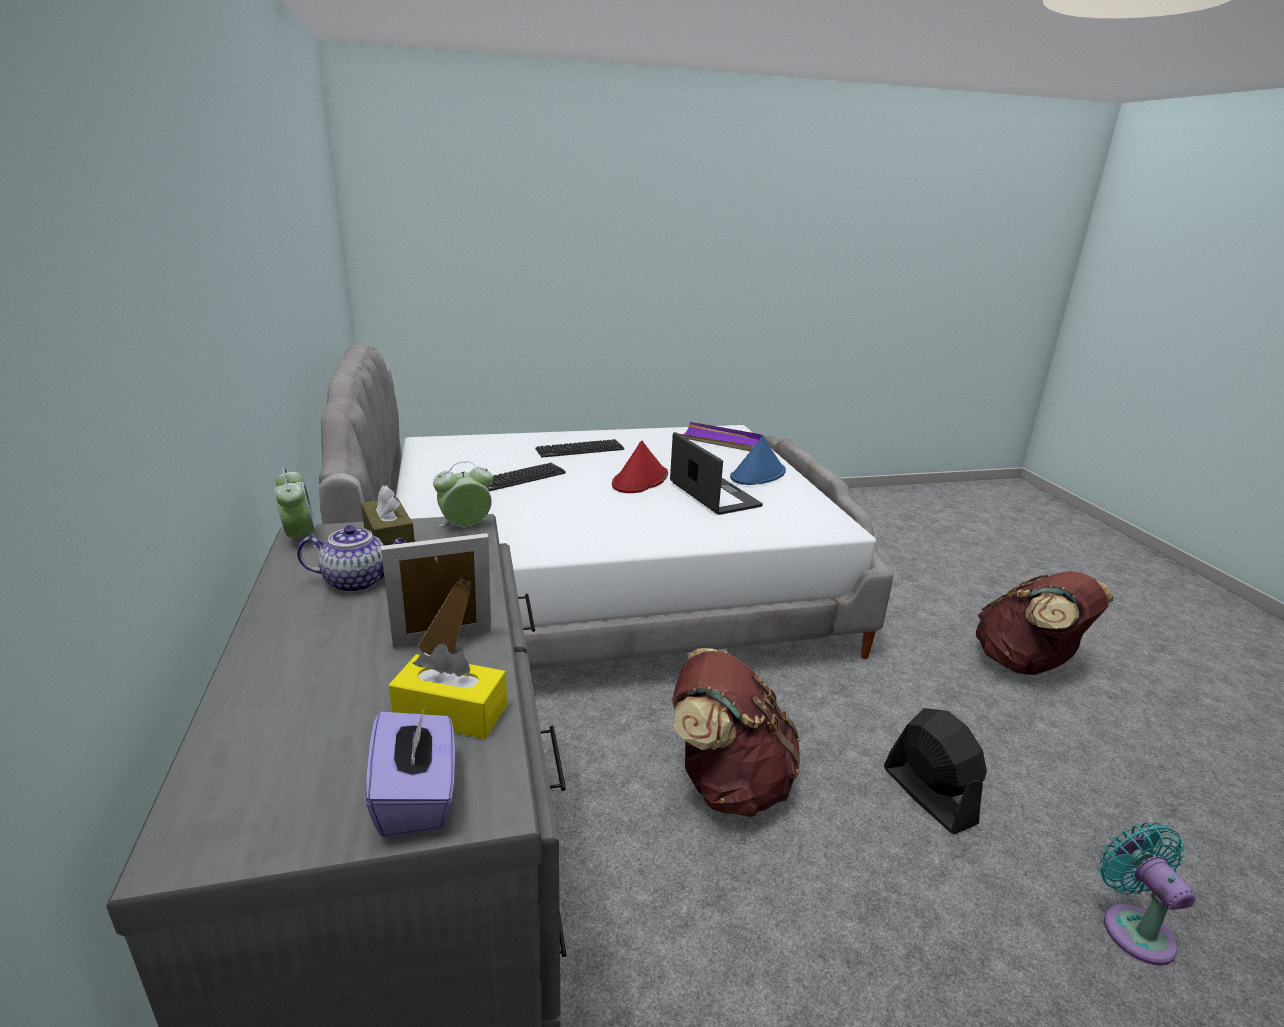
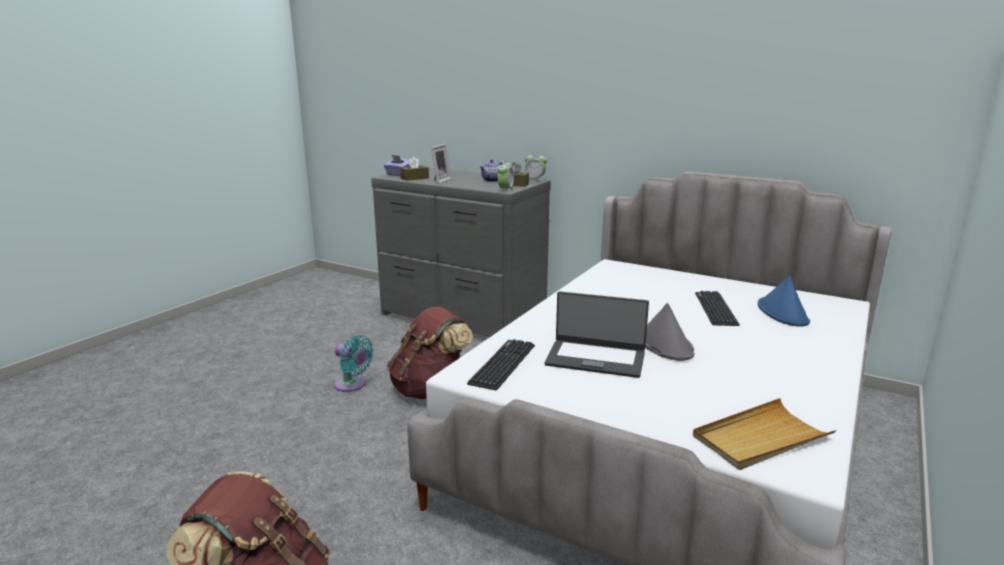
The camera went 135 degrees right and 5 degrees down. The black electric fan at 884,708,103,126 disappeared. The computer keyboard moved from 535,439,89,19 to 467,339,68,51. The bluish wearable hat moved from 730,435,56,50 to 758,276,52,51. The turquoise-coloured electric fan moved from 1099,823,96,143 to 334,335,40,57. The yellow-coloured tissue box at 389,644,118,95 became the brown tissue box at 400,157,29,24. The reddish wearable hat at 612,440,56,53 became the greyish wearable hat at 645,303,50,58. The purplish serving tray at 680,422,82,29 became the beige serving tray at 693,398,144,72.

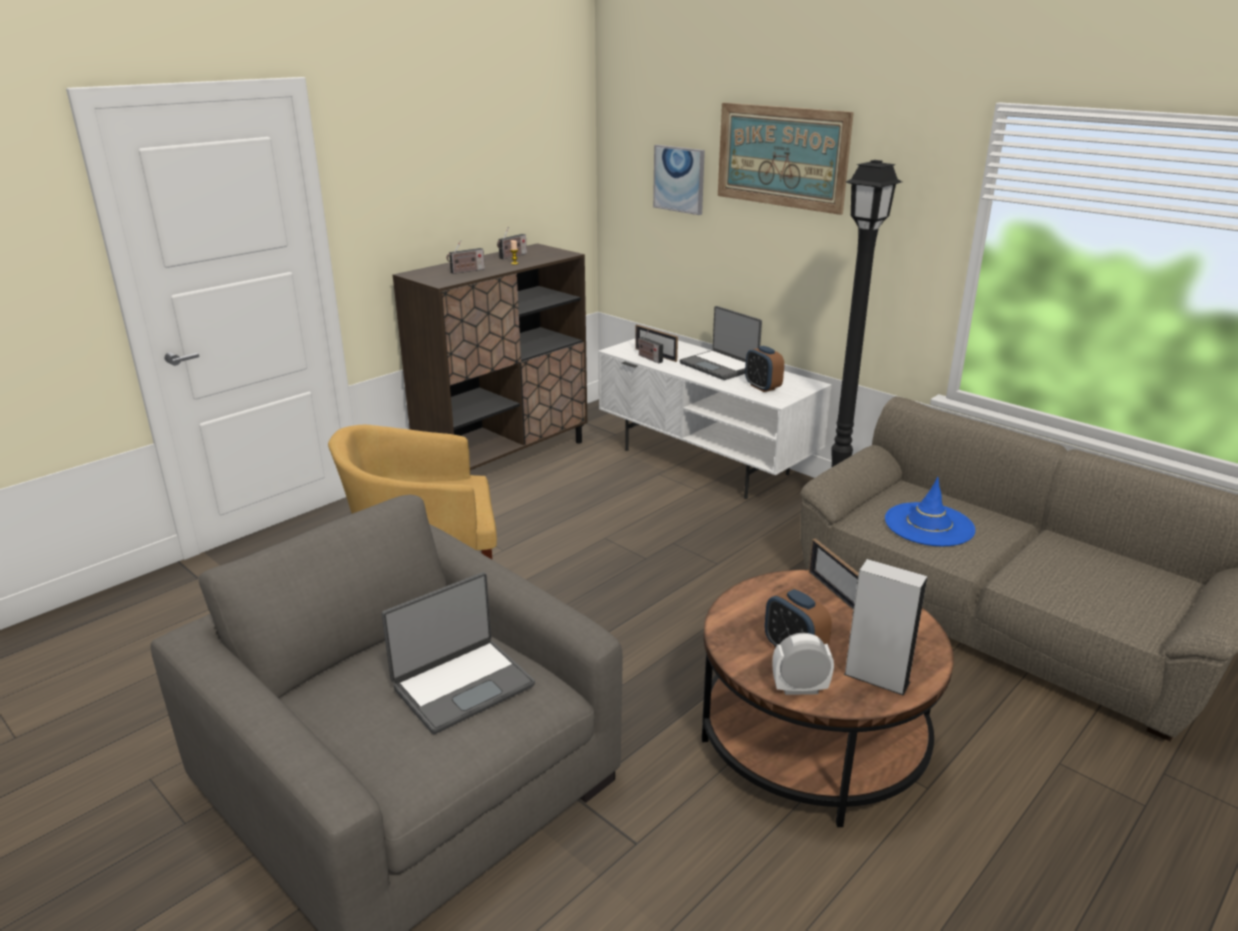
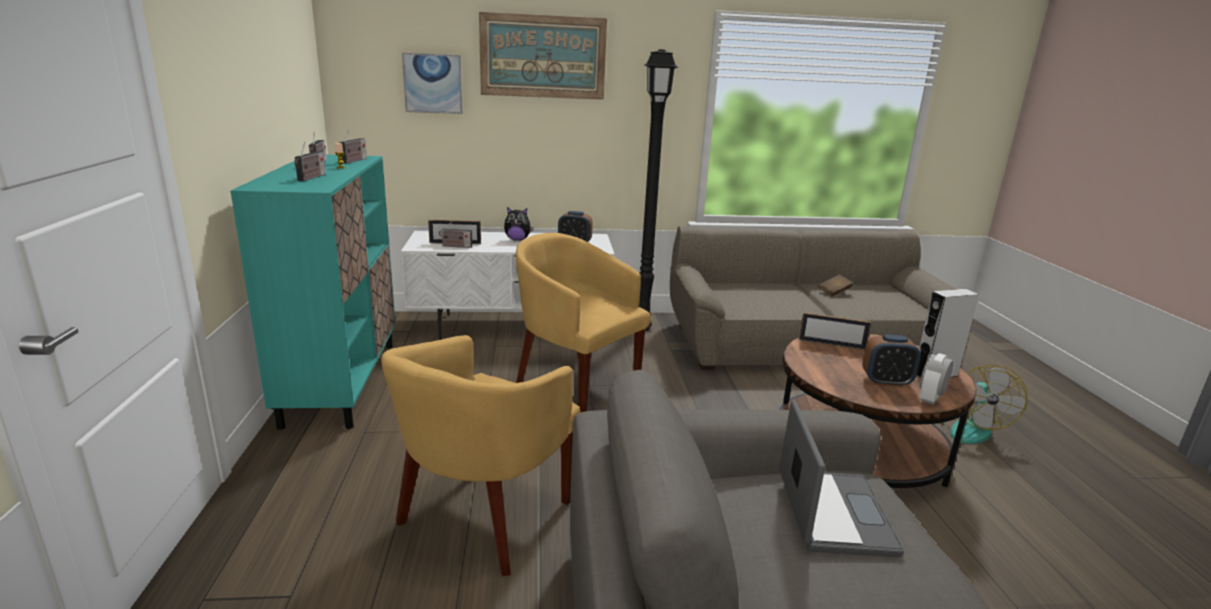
The camera went 50 degrees left and 5 degrees down. The bluish wearable hat at 885,477,90,69 disappeared. The radio set at 340,129,27,35 appeared. The yellow-coloured armchair at 516,233,135,179 appeared. The brown volume at 818,274,35,23 appeared. The electric fan at 938,365,90,79 appeared. The notebook computer at 680,306,82,74 was replaced by the cuddly toy at 504,207,30,34. The brown cupboard at 393,243,194,227 became the turquoise-coloured cupboard at 230,155,166,275.

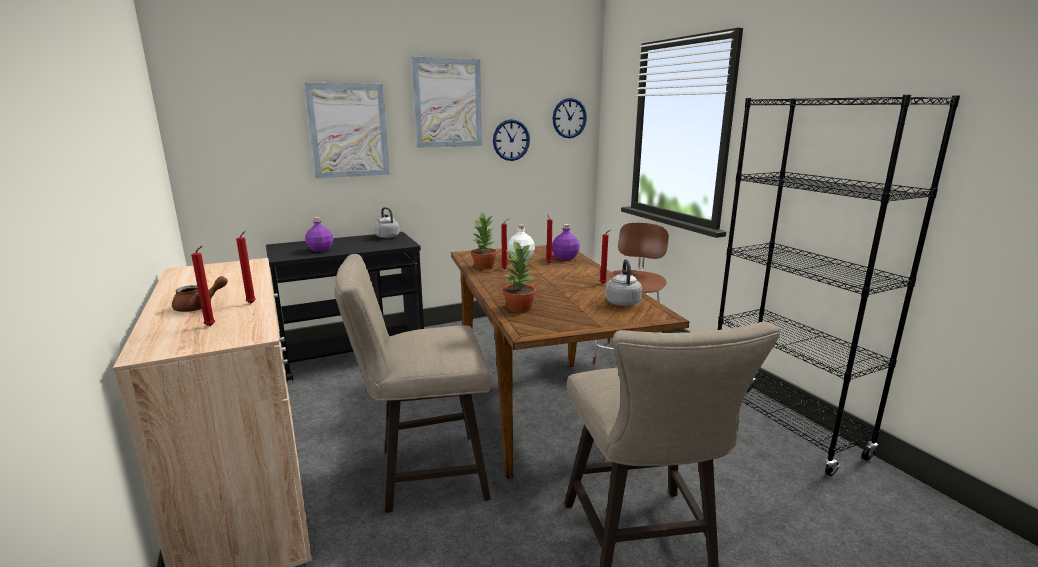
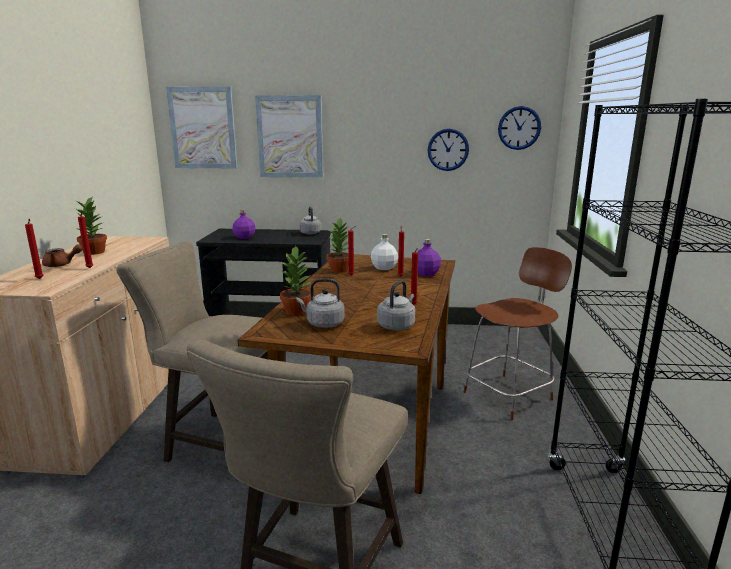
The camera went 30 degrees right and 0 degrees up. The houseplant at 75,197,32,58 appeared. The greyish kettle at 297,279,47,49 appeared. The picture moved from 411,56,71,92 to 166,86,71,82.

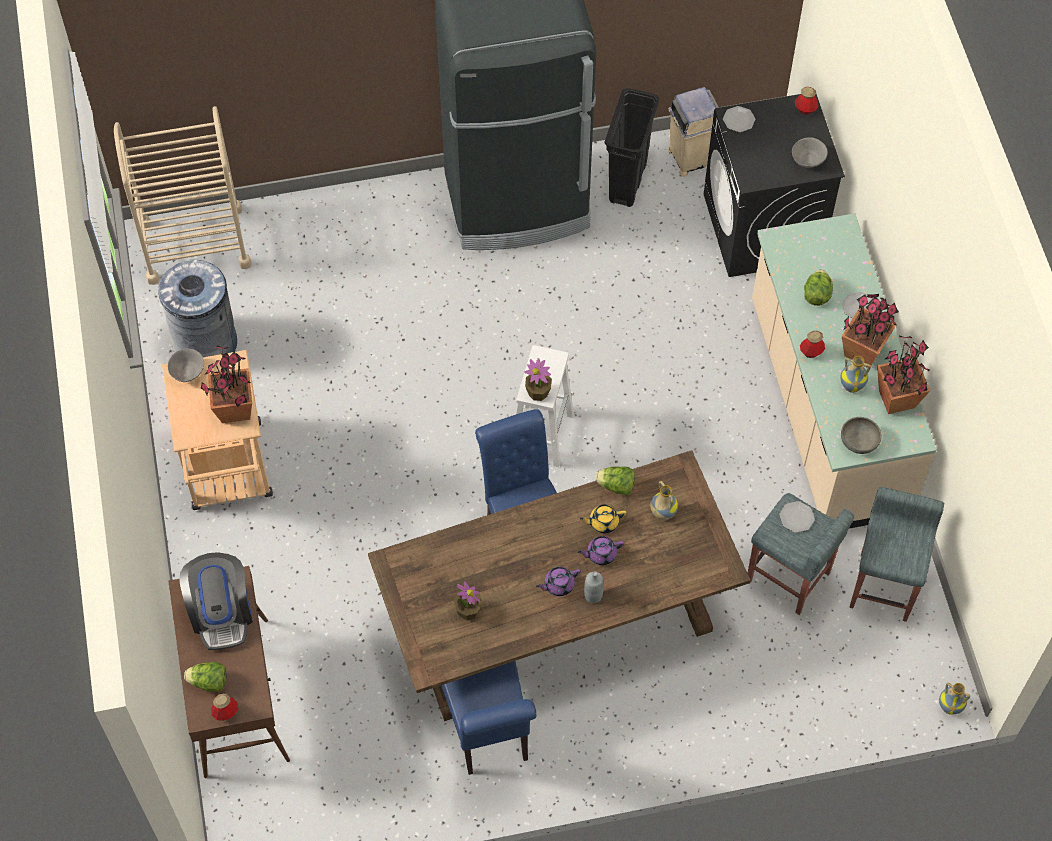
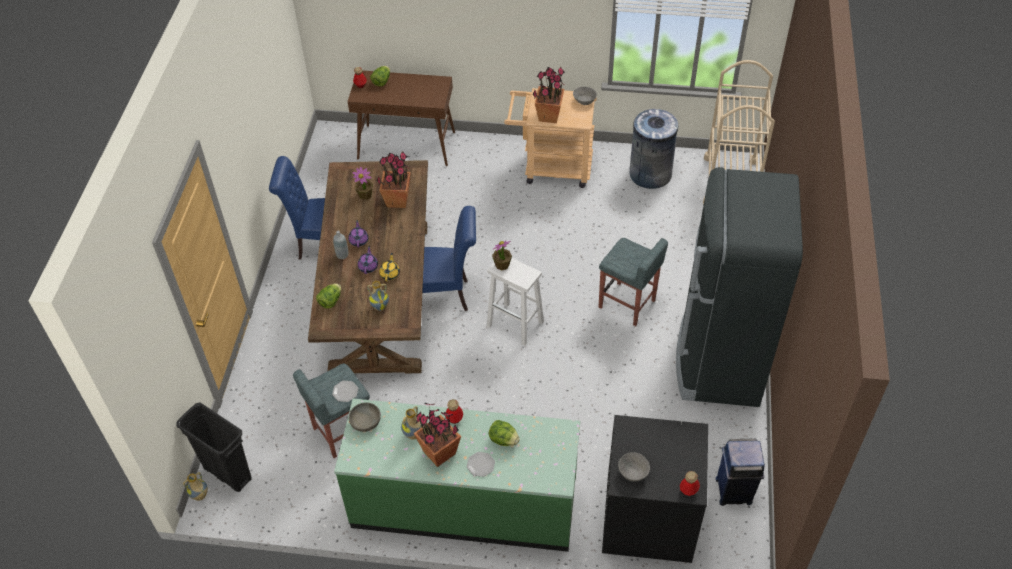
The camera went 110 degrees right and 10 degrees down. The coffee machine at 179,552,74,98 disappeared. The dinner plate at 723,106,32,26 disappeared. The head of lettuce moved from 595,466,40,29 to 316,283,25,26. The black waste bin moved from 605,88,55,119 to 176,402,75,90. The greyish stool seat moved from 850,487,94,135 to 599,238,69,88. The houseplant moved from 877,336,53,78 to 377,151,34,57. The beige waste bin at 668,87,51,90 became the bluish waste bin at 716,439,49,67. The beige kitchen counter at 752,213,185,316 became the green-coloured kitchen counter at 334,399,246,153.

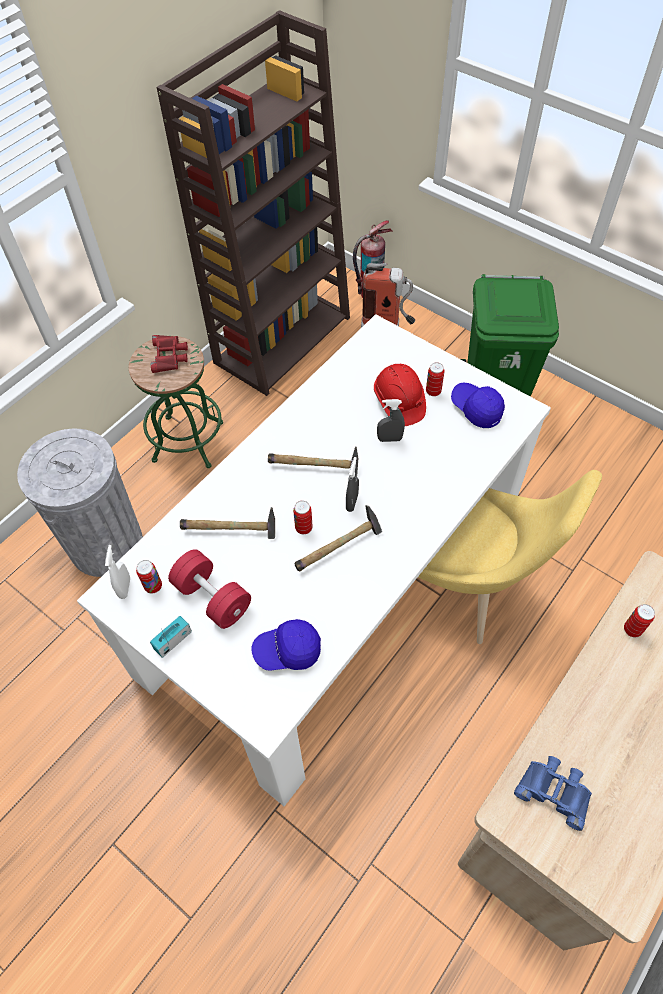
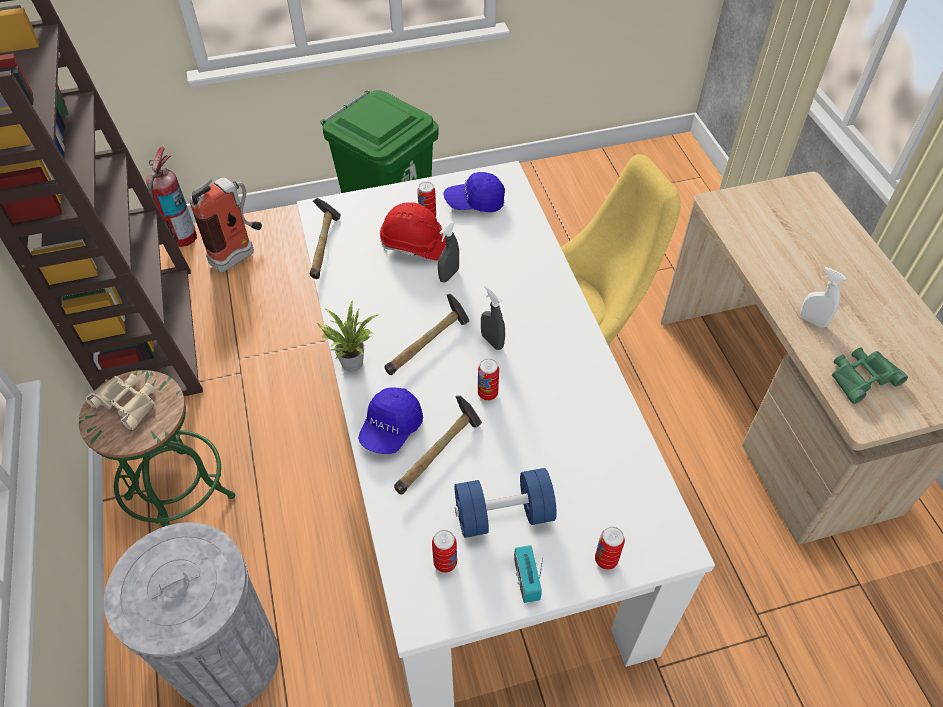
The camera went 55 degrees left and 5 degrees down. The houseplant at 317,300,61,72 appeared. The white-coloured hand sprayer moved from 105,545,25,54 to 800,267,46,61. The bluish peaked cap moved from 251,619,70,52 to 358,387,65,67. The hand hammer moved from 295,505,87,66 to 310,198,31,81. The can moved from 624,604,31,33 to 595,527,30,43. The reddish pair of binoculars at 151,335,37,38 became the beige pair of binoculars at 85,374,70,56. The reddish dumbbell at 168,549,83,80 became the bluish dumbbell at 454,468,103,70. The bluish pair of binoculars at 514,756,78,75 became the green-coloured pair of binoculars at 832,348,76,56.

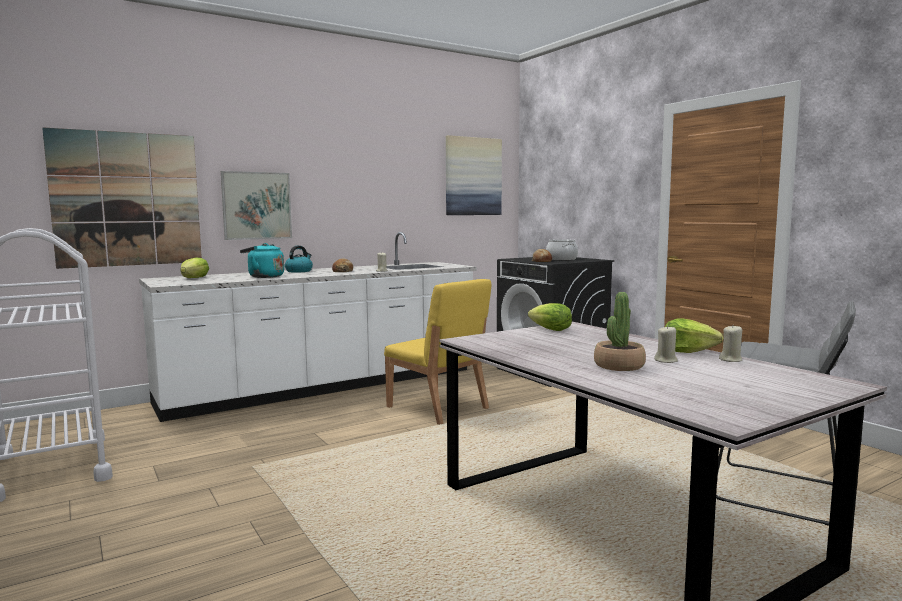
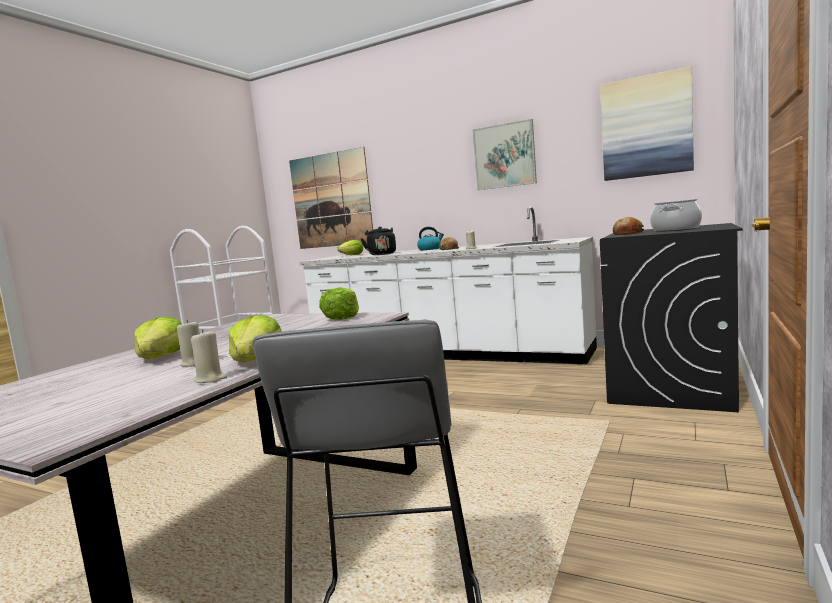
The camera went 60 degrees right and 0 degrees up. The yellow-coloured upright chair at 384,279,107,146 disappeared. The picture moved from 221,171,71,69 to 473,119,64,71. The houseplant at 594,292,52,79 was replaced by the head of lettuce at 135,317,47,42. The turquoise-coloured kettle at 240,243,44,35 became the black kettle at 361,227,35,28.

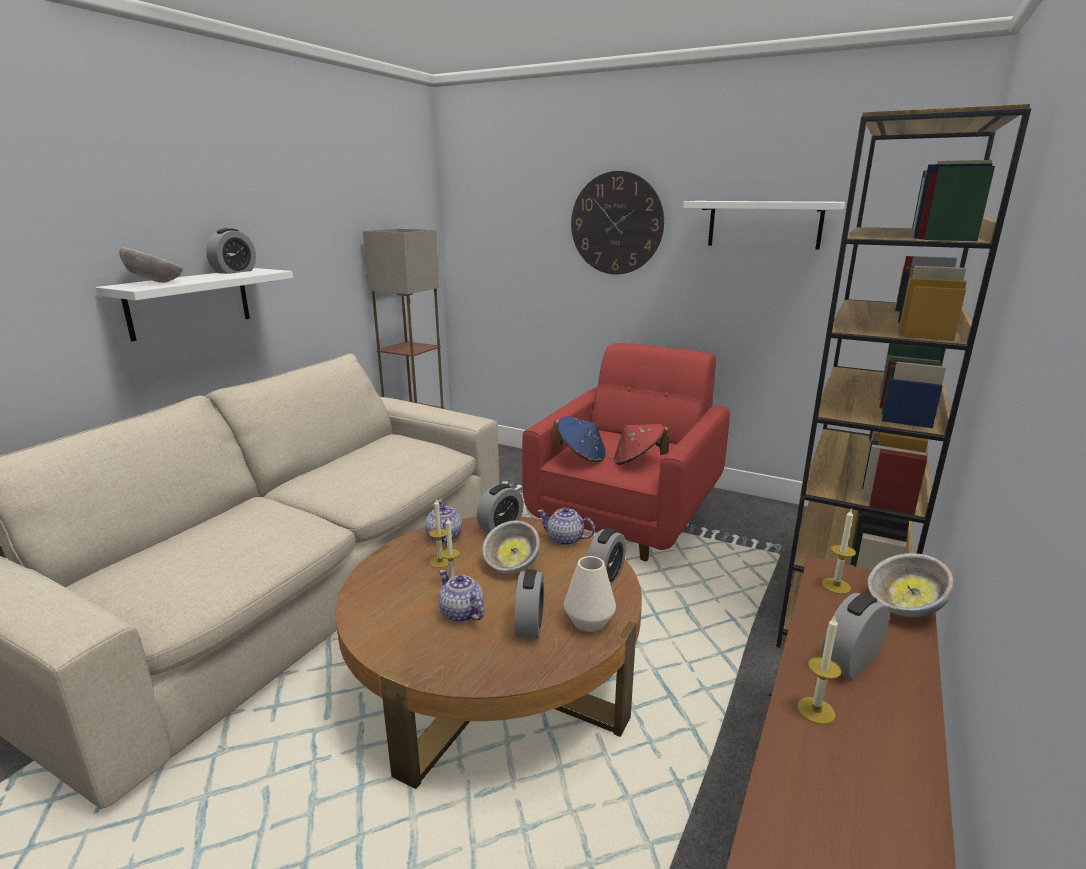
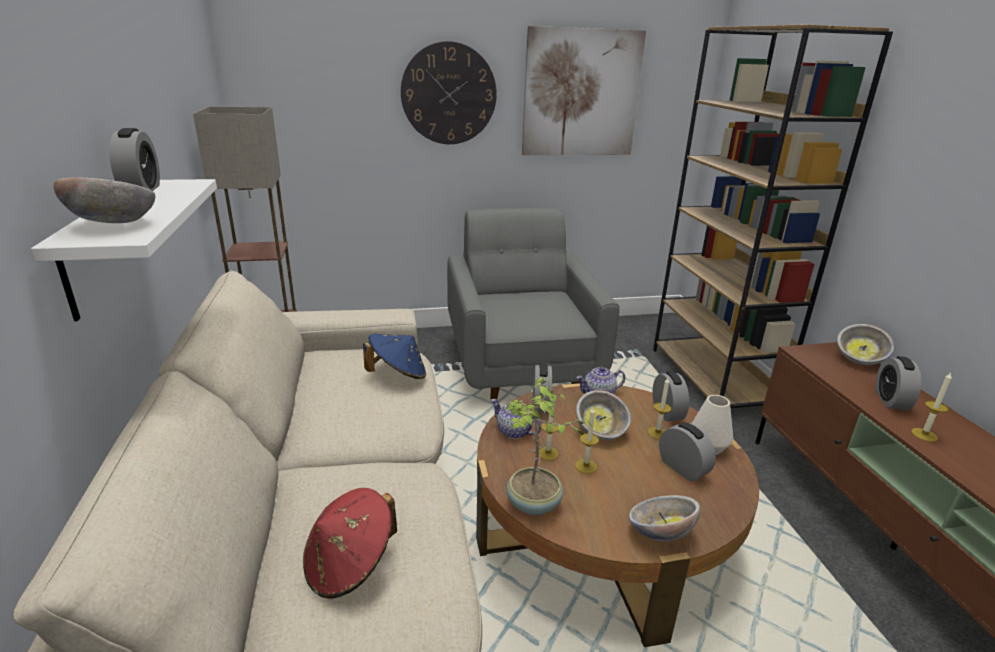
The camera went 40 degrees left and 5 degrees up. The pot for tea at 438,570,46,52 disappeared. The houseplant at 505,377,88,138 appeared. The serving bowl at 629,495,71,46 appeared. The bluish wearable hat moved from 554,416,52,47 to 363,334,63,45. The reddish wearable hat moved from 614,424,56,41 to 303,488,94,111. The wax candle moved from 822,508,34,86 to 648,378,23,61. The white-coloured wall shelf at 683,201,162,49 was replaced by the picture at 522,26,124,129. The reddish armchair at 522,343,208,218 became the greyish armchair at 447,208,172,192.

